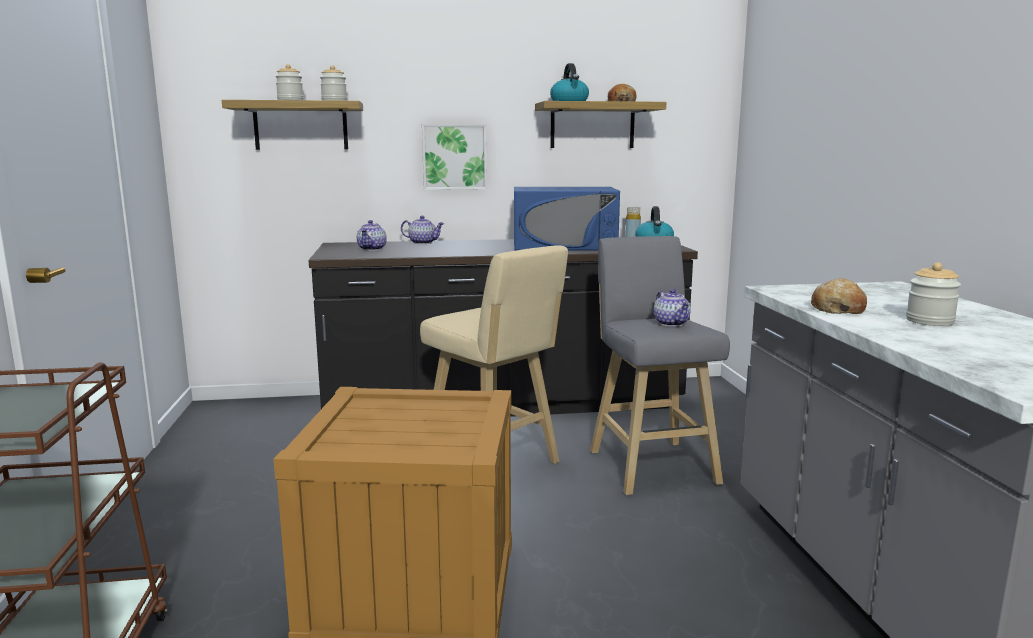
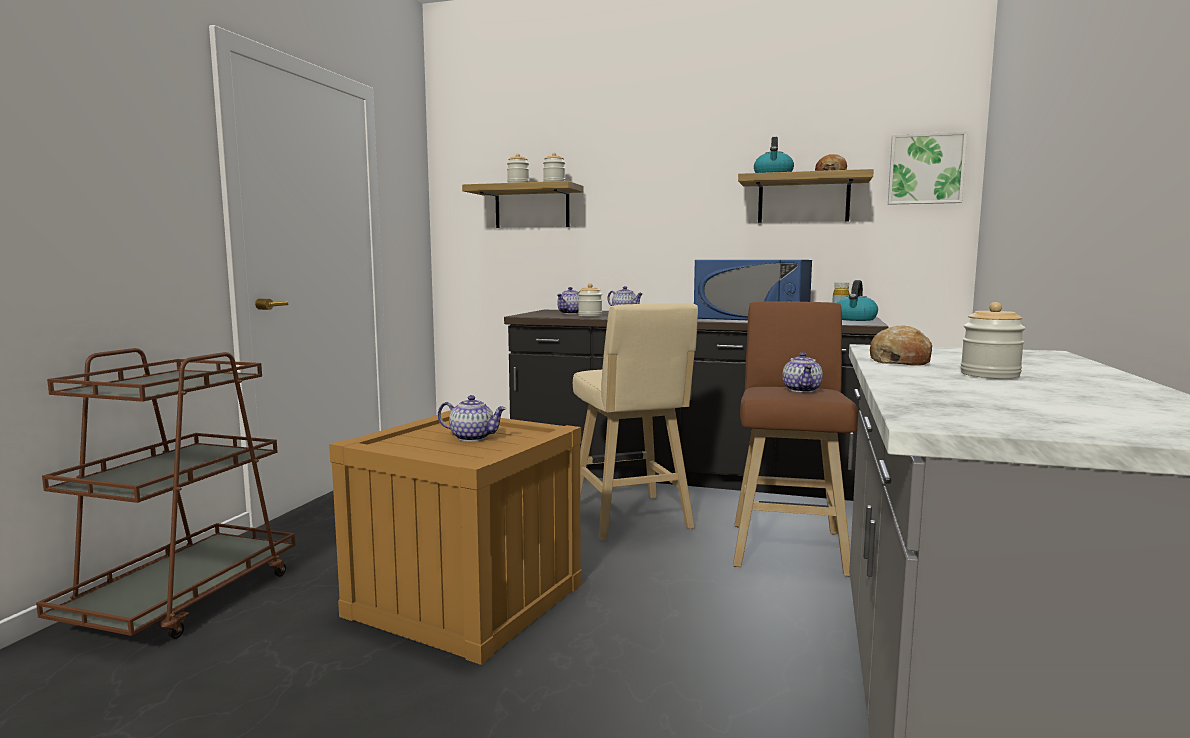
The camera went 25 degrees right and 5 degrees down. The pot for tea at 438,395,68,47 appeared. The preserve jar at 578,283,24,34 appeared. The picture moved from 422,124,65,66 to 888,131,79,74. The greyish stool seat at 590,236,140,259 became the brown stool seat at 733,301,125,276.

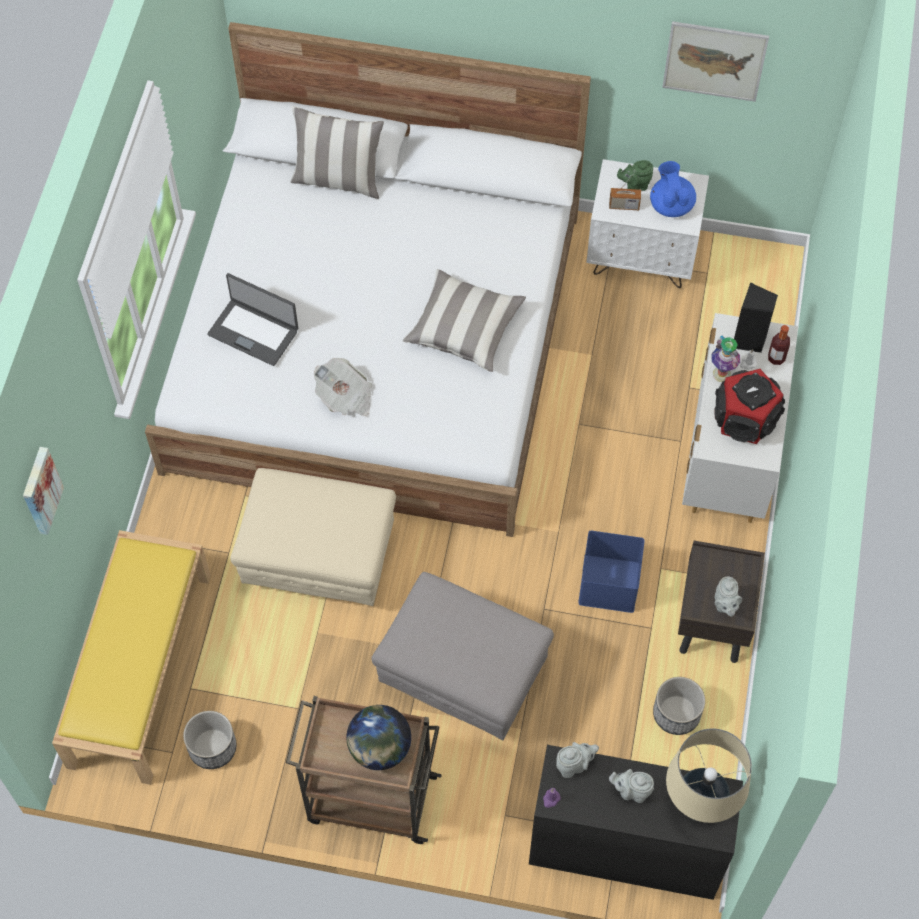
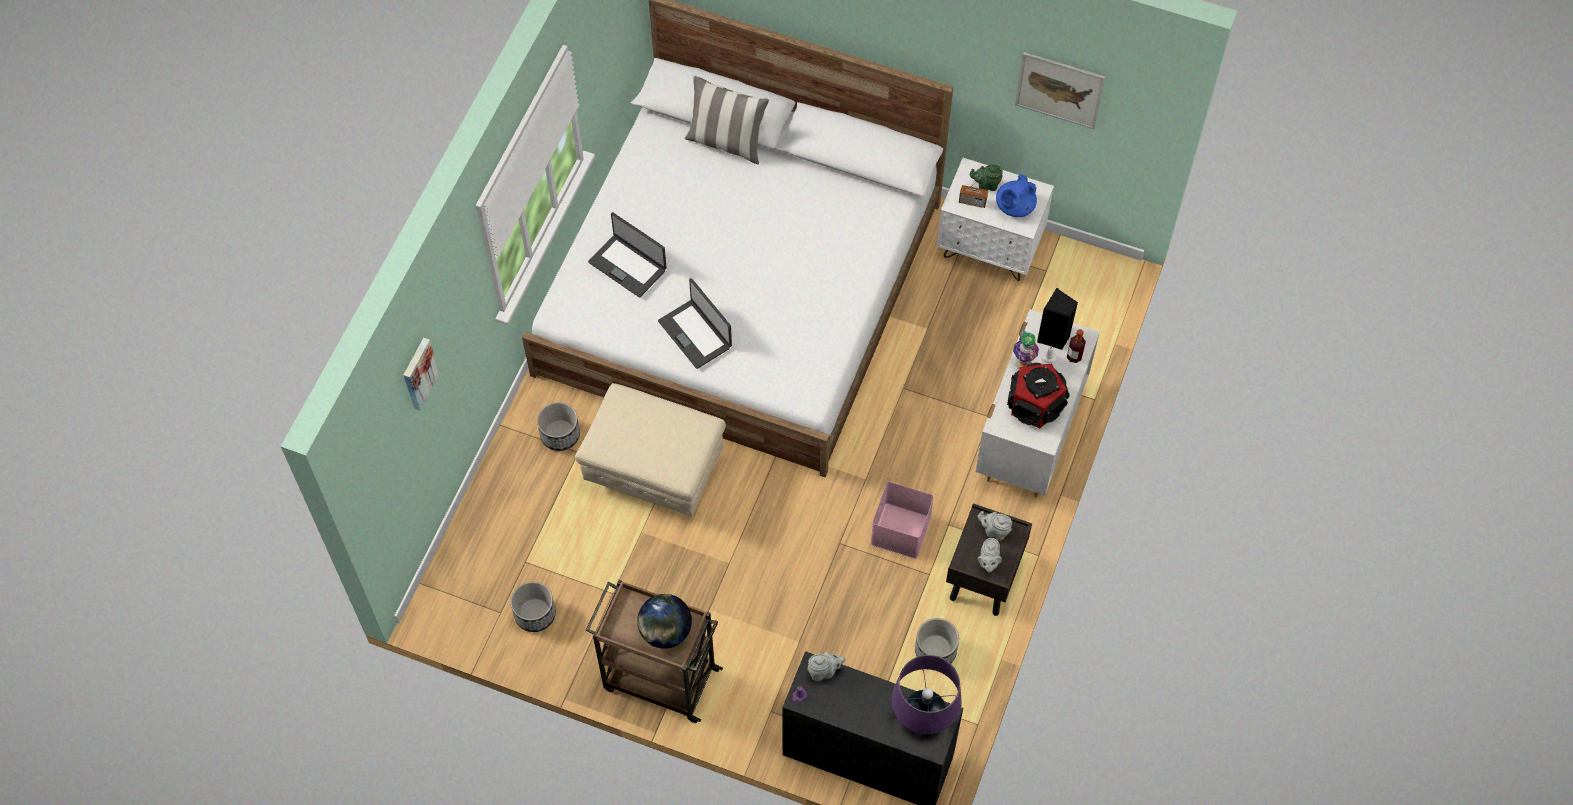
The camera went 10 degrees right and 0 degrees up. The yellow-coloured indoor bench at 52,530,159,255 disappeared. The greyish footrest at 371,572,183,169 disappeared. The cushion at 402,269,124,103 disappeared. The plant pot at 537,402,43,49 appeared. The greyish pot for tea moved from 609,769,45,34 to 978,511,34,30. The daily paper at 314,358,58,58 was replaced by the notebook computer at 658,278,74,91. The bluish storage container at 578,531,67,82 became the pinkish storage container at 871,481,63,78. The beige tabletop lamp at 666,728,86,95 became the purplish tabletop lamp at 892,655,70,80. The bluish pot for tea at 650,161,46,56 turned 135 degrees counterclockwise.

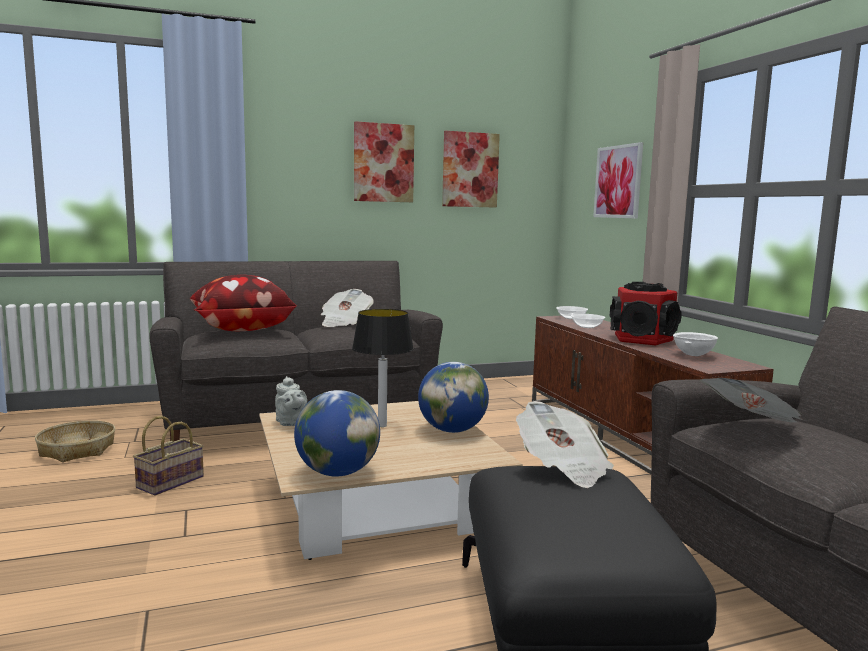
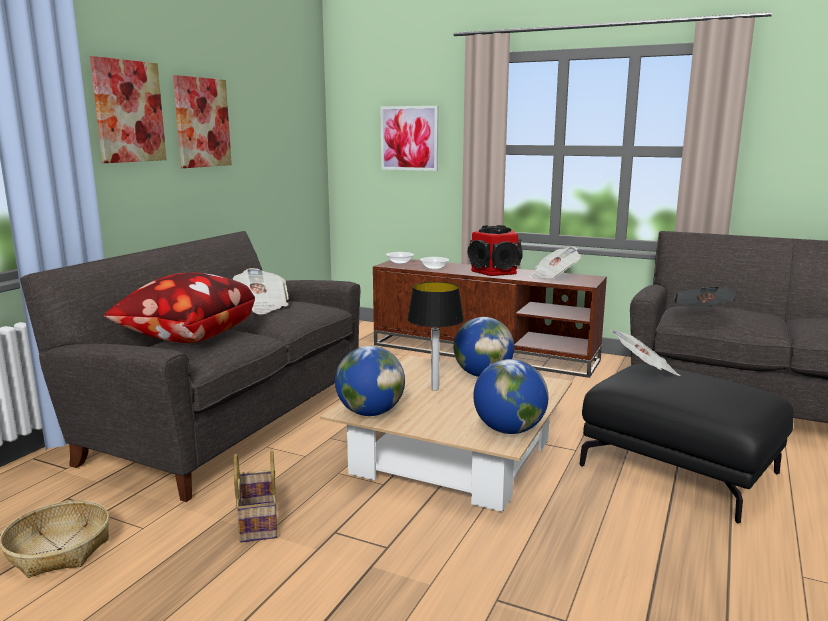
The camera went 45 degrees left and 5 degrees up. The picture moved from 442,131,58,77 to 90,56,77,107. The greyish pot for tea at 275,376,32,50 was replaced by the desk globe at 335,346,70,70. The white-coloured serving bowl at 673,332,45,24 was replaced by the daily paper at 528,247,53,32.

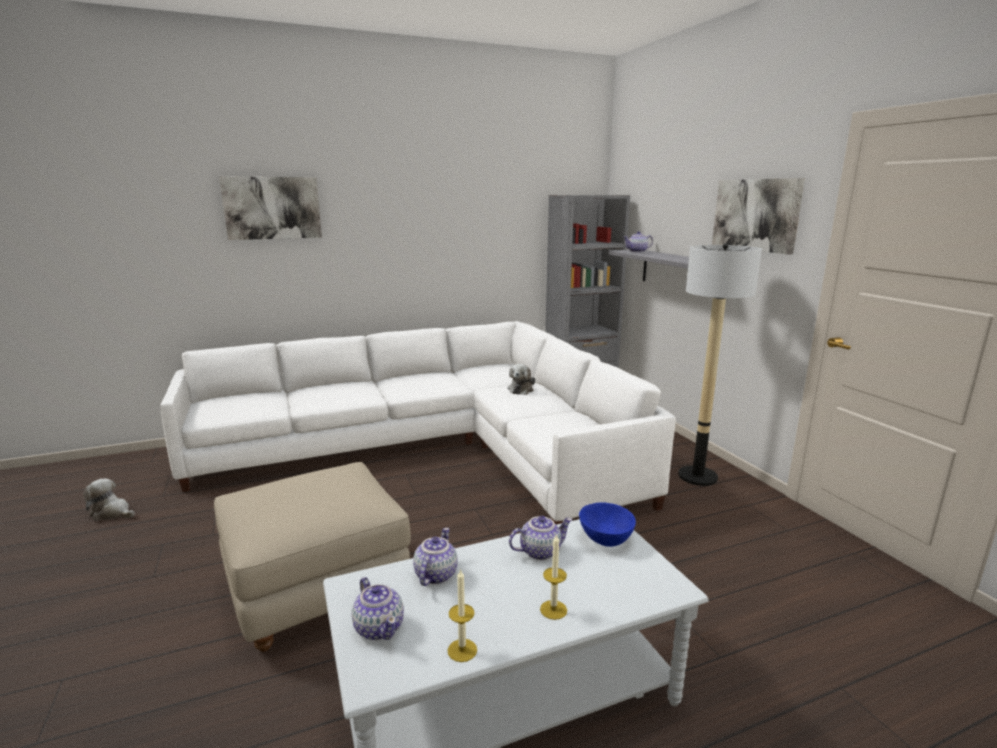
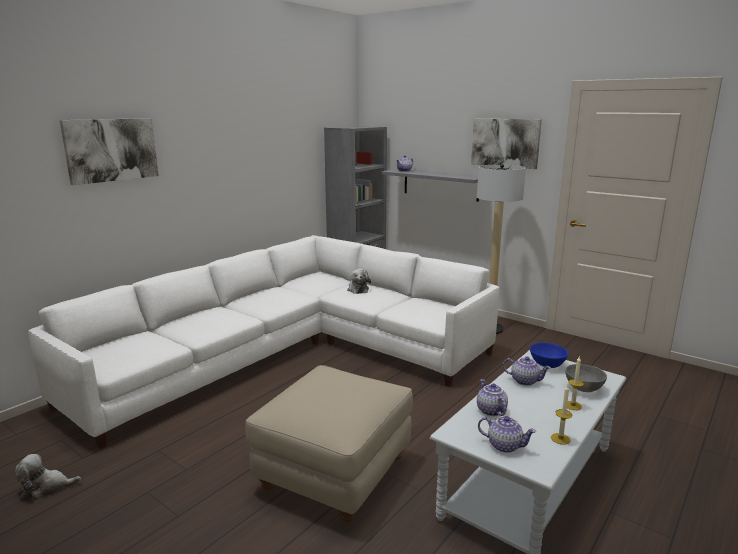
The camera went 30 degrees left and 0 degrees up. The greyish serving bowl at 565,364,42,28 appeared. The pot for tea at 509,516,63,44 turned 75 degrees clockwise.

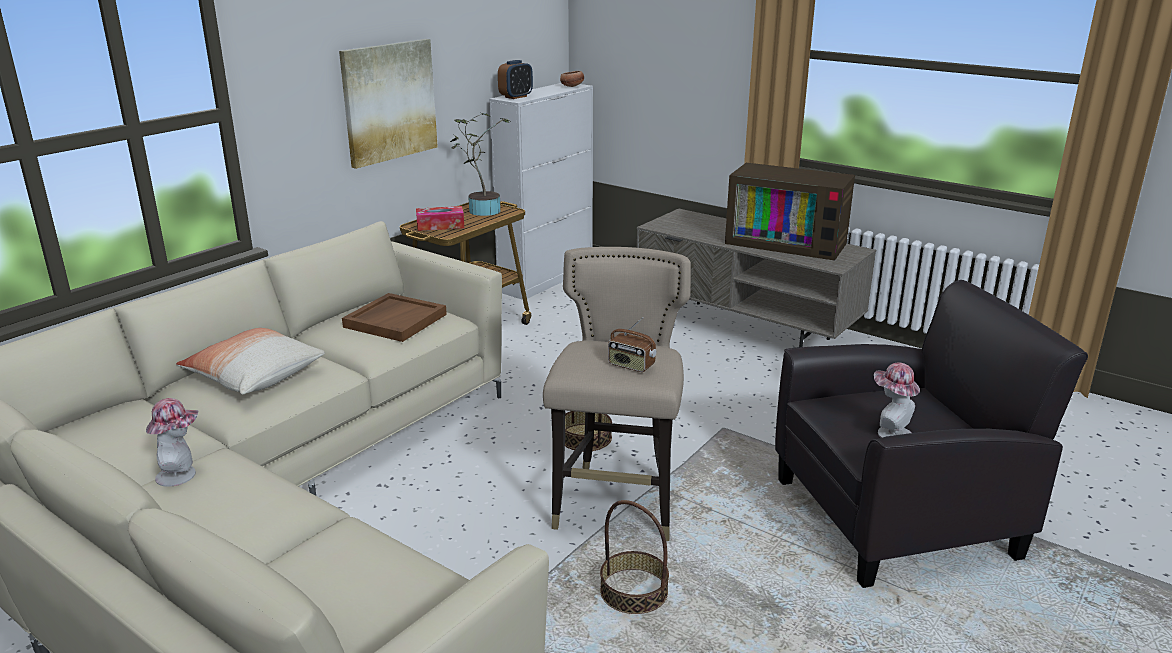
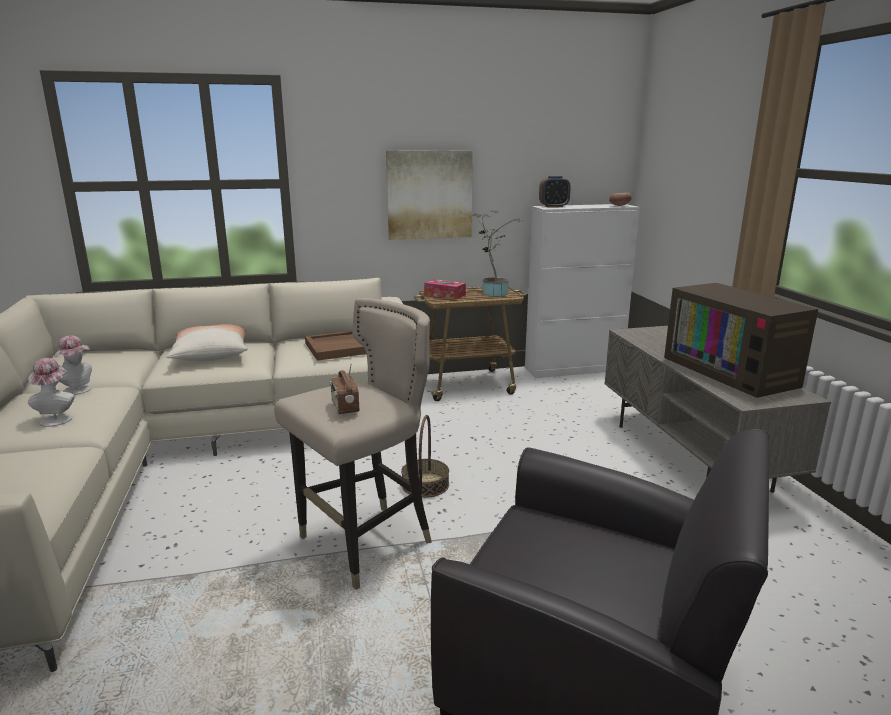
The camera went 40 degrees right and 5 degrees down. The basket at 600,500,69,114 disappeared. The wearable hat moved from 874,362,46,76 to 28,358,47,69.

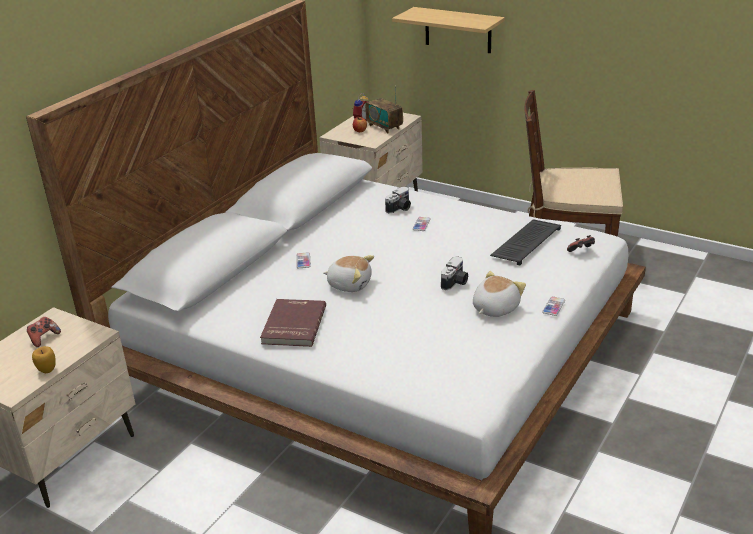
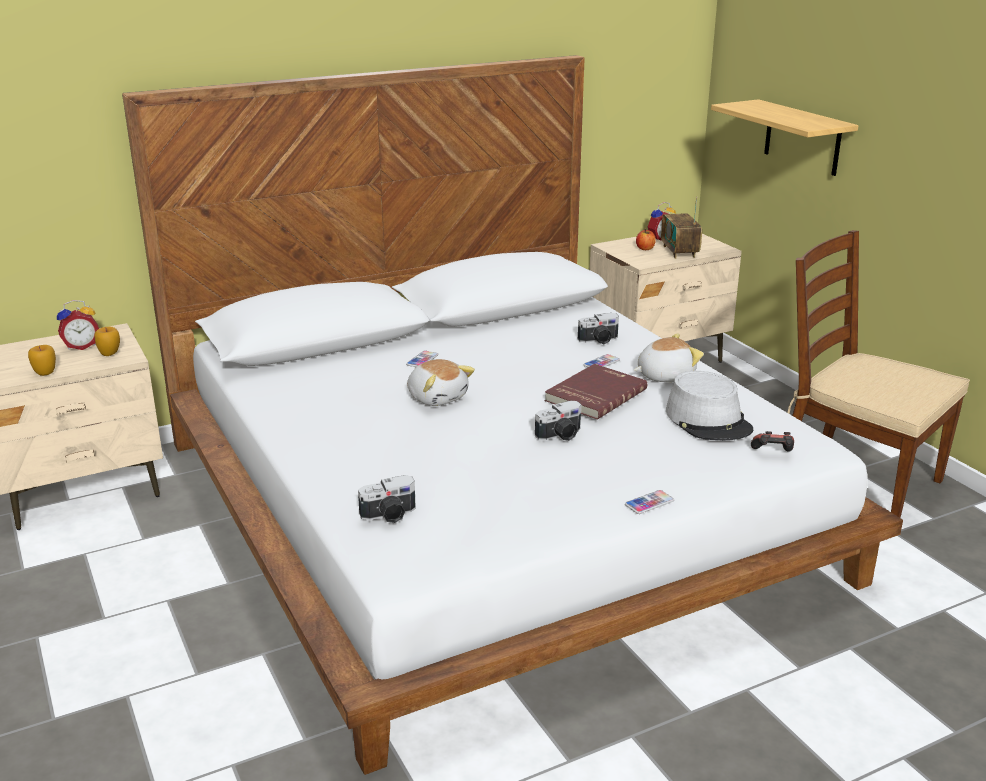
The camera went 30 degrees right and 5 degrees down. The apple fruit at 94,327,26,29 appeared. The still camera at 358,475,58,48 appeared. The reddish volume moved from 260,299,66,48 to 545,364,102,56. The cuddly toy moved from 473,271,53,46 to 634,334,70,48. The joypad at 27,317,34,30 was replaced by the alarm clock at 57,300,42,50. The computer keyboard at 490,219,71,46 was replaced by the greyish wearable hat at 666,371,87,69.

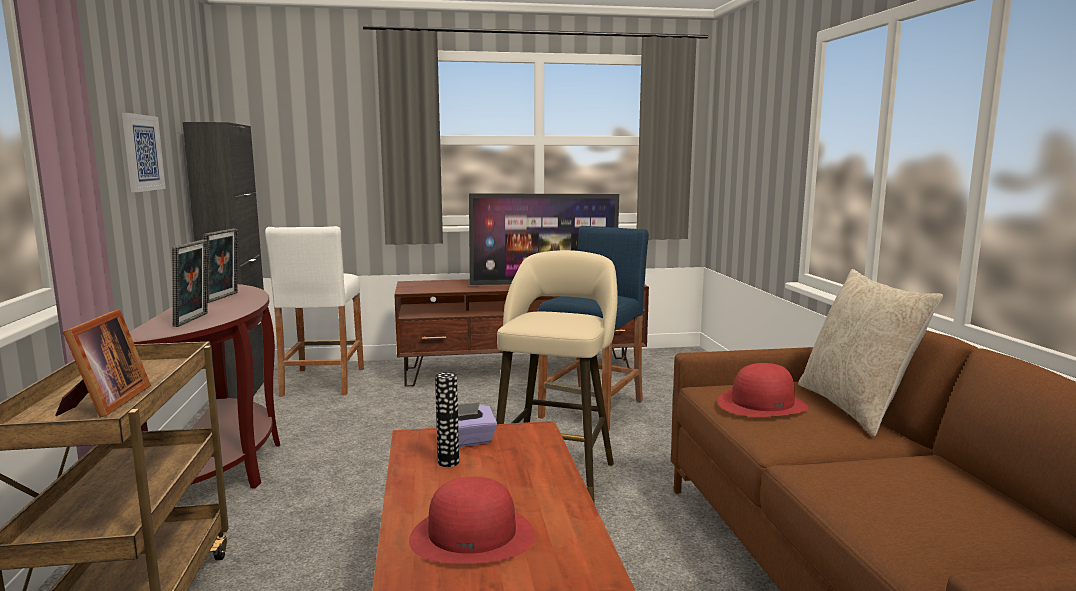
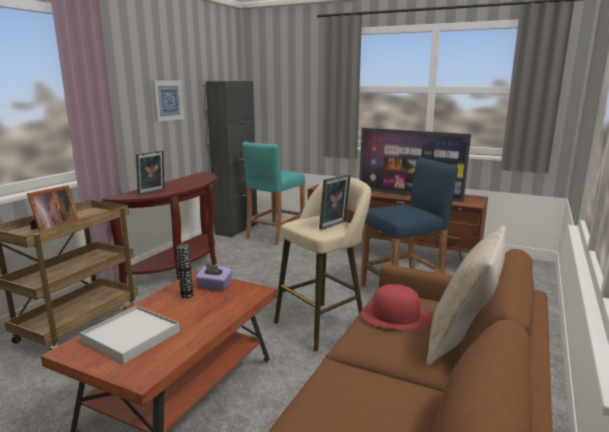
The camera went 35 degrees right and 5 degrees up. The photo frame moved from 204,229,34,74 to 319,174,32,56. The reddish wearable hat at 409,477,126,86 was replaced by the white-coloured serving tray at 80,306,100,58. The white-coloured stool seat at 265,226,99,171 became the turquoise-coloured stool seat at 242,142,63,103.

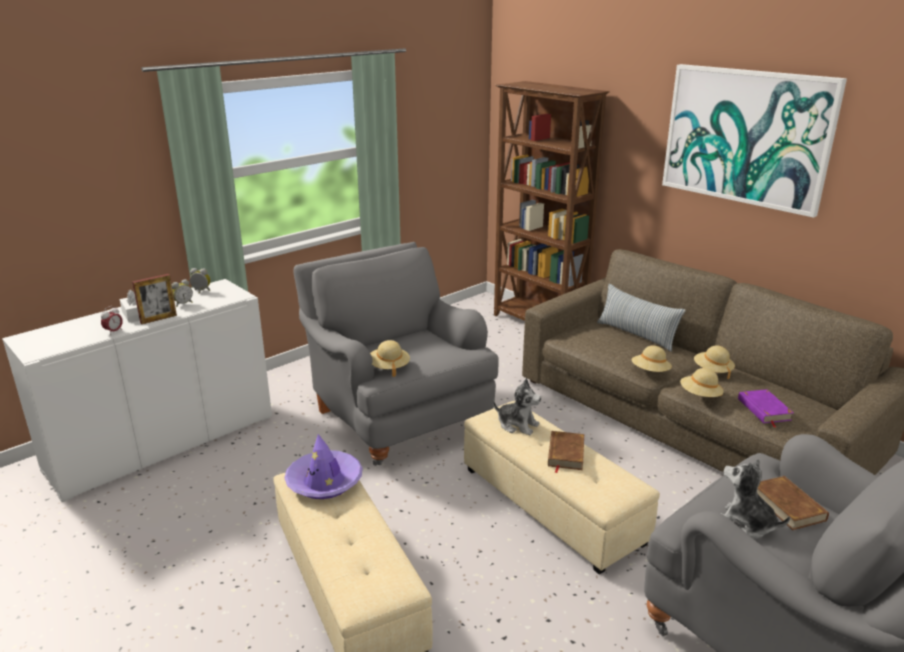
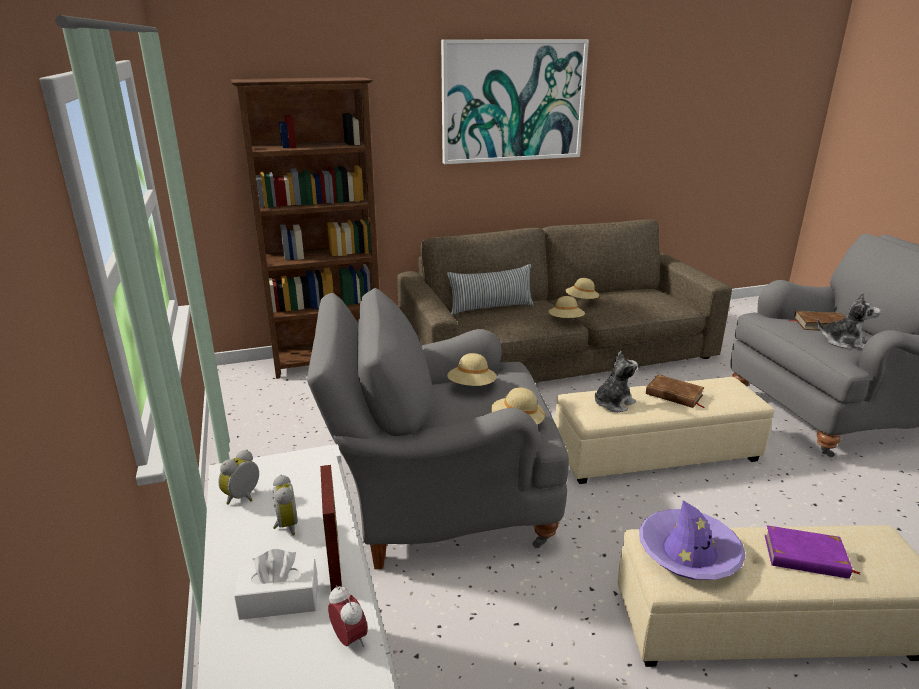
The camera went 65 degrees left and 0 degrees up. The beige wearable hat moved from 680,368,44,29 to 447,353,50,33. The purplish volume moved from 738,389,56,38 to 765,525,96,54. The cuddly toy at 720,459,70,79 turned 135 degrees counterclockwise.

